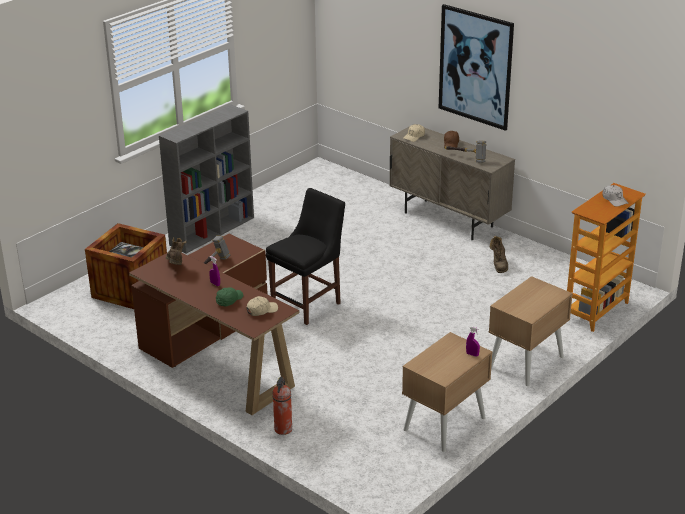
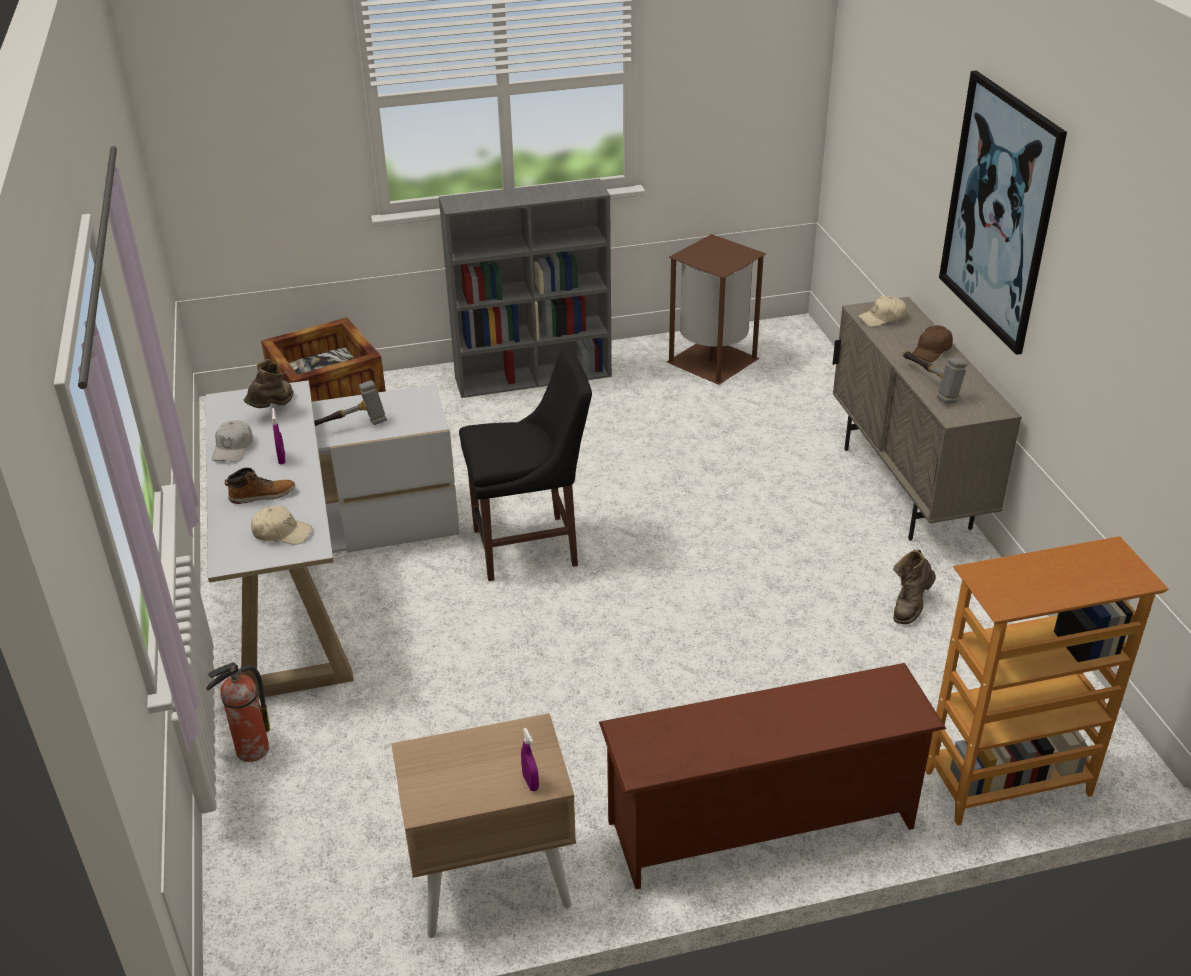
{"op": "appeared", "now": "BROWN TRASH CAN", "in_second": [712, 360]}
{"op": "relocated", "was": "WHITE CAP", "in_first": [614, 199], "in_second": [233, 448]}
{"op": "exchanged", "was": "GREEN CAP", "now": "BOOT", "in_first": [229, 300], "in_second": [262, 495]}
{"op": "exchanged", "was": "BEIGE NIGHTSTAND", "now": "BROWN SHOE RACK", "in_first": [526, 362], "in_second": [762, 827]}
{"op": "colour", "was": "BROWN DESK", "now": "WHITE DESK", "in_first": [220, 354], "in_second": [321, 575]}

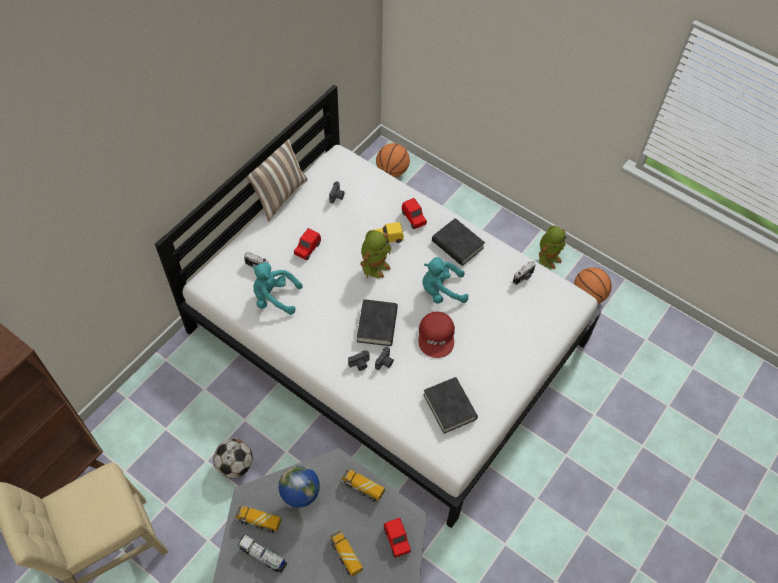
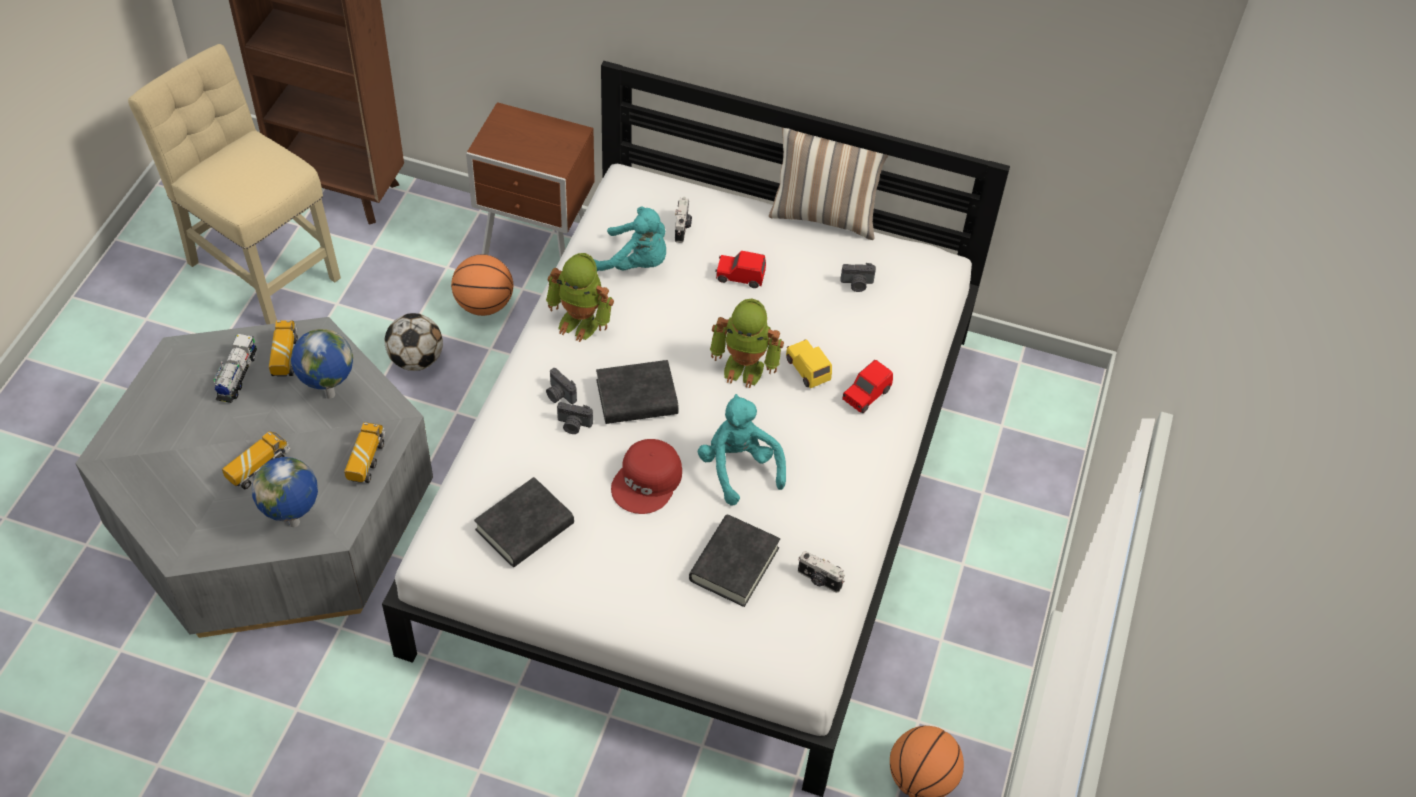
{"op": "appeared", "now": "BROWN NIGHTSTAND", "in_second": [538, 248]}
{"op": "relocated", "was": "BASKETBALL", "in_first": [392, 171], "in_second": [484, 305]}
{"op": "relocated", "was": "BLACK BOOK", "in_first": [457, 245], "in_second": [734, 564]}
{"op": "relocated", "was": "TOY ROBOT", "in_first": [548, 258], "in_second": [581, 321]}
{"op": "exchanged", "was": "RED TOY CAR", "now": "GLOBE", "in_first": [397, 540], "in_second": [295, 523]}
{"op": "spun", "was": "TURQUOISE PLUSH TOY", "in_first": [274, 297], "in_second": [635, 263], "clockwise": 120}
{"op": "spun", "was": "RED CAP", "in_first": [437, 336], "in_second": [648, 481], "clockwise": -45}

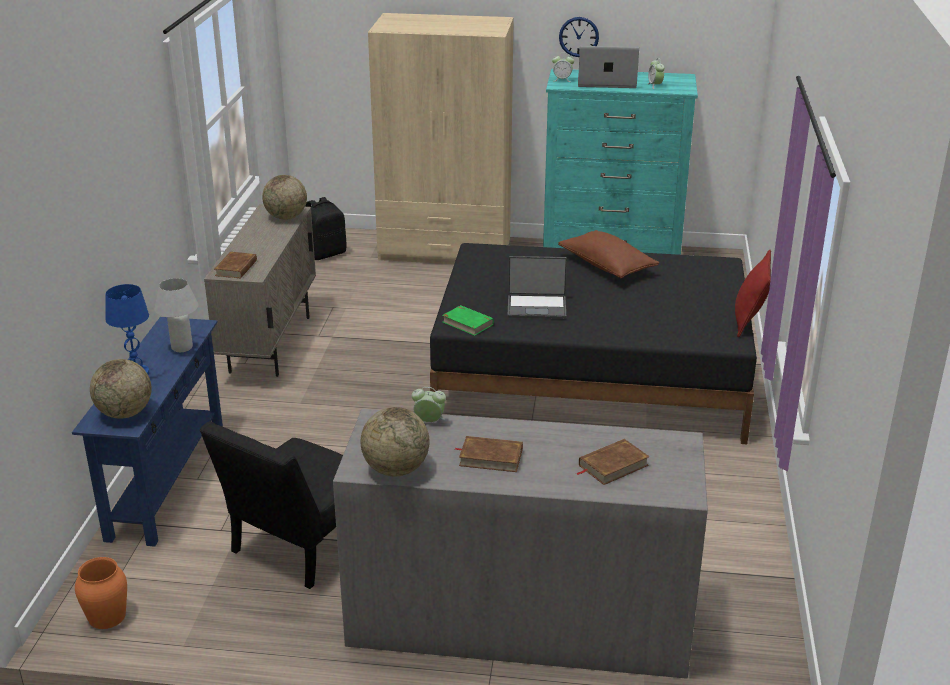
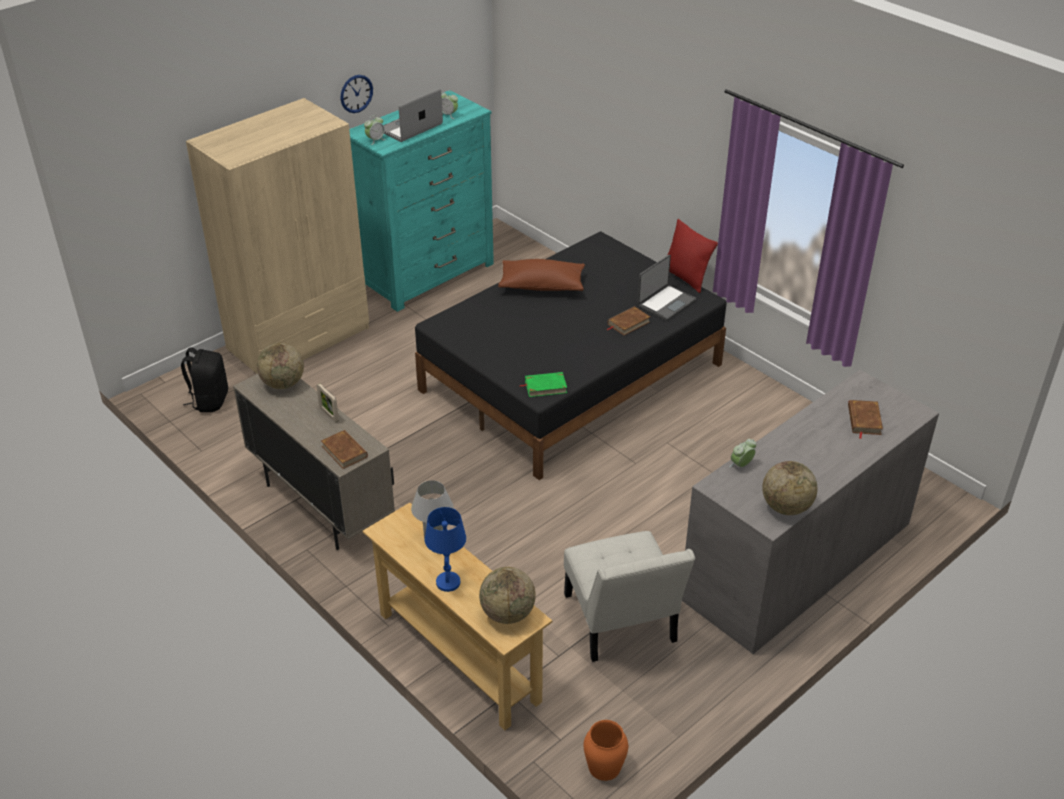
{"op": "appeared", "now": "PICTURE FRAME", "in_second": [329, 415]}
{"op": "relocated", "was": "BROWN BOOK", "in_first": [490, 457], "in_second": [628, 323]}
{"op": "relocated", "was": "LAPTOP", "in_first": [536, 307], "in_second": [665, 303]}
{"op": "colour", "was": "BLUE CONSOLE TABLE", "now": "BEIGE CONSOLE TABLE", "in_first": [166, 480], "in_second": [458, 657]}
{"op": "colour", "was": "BLACK CHAIR", "now": "WHITE CHAIR", "in_first": [298, 546], "in_second": [621, 624]}

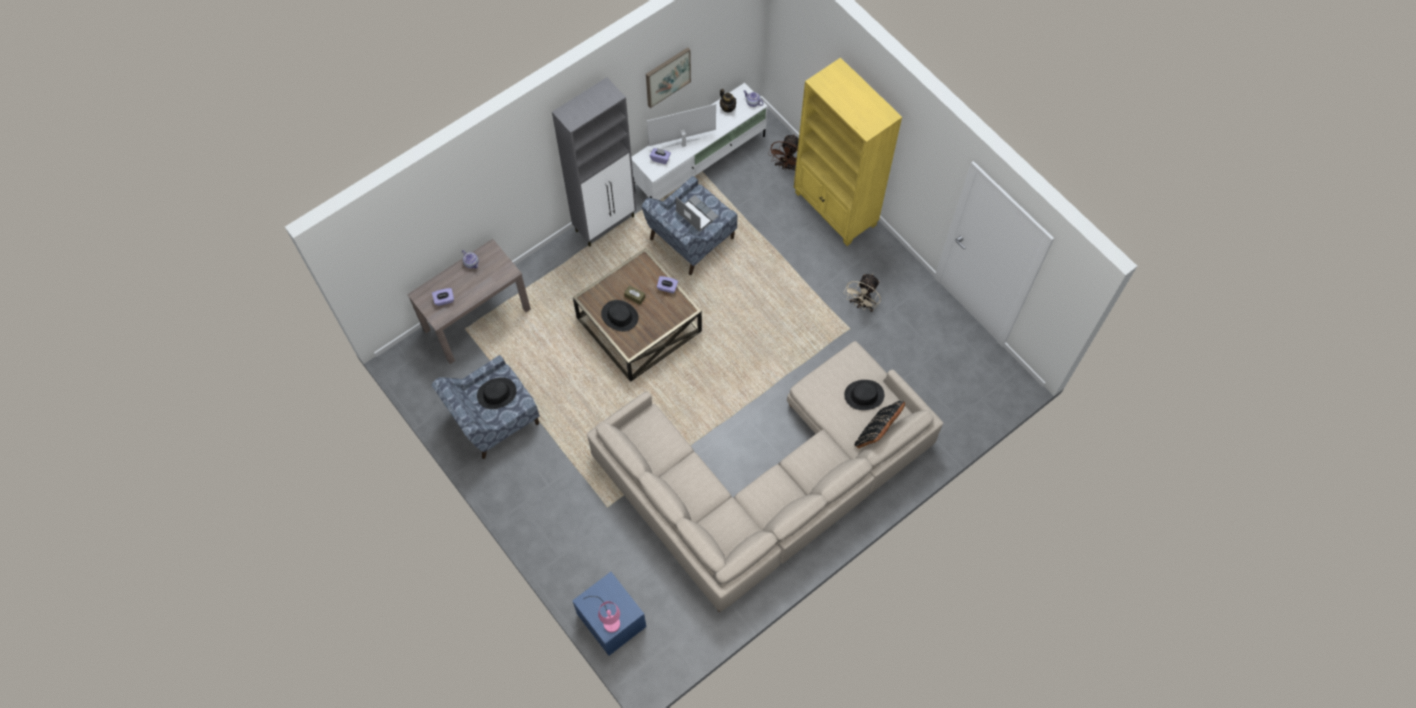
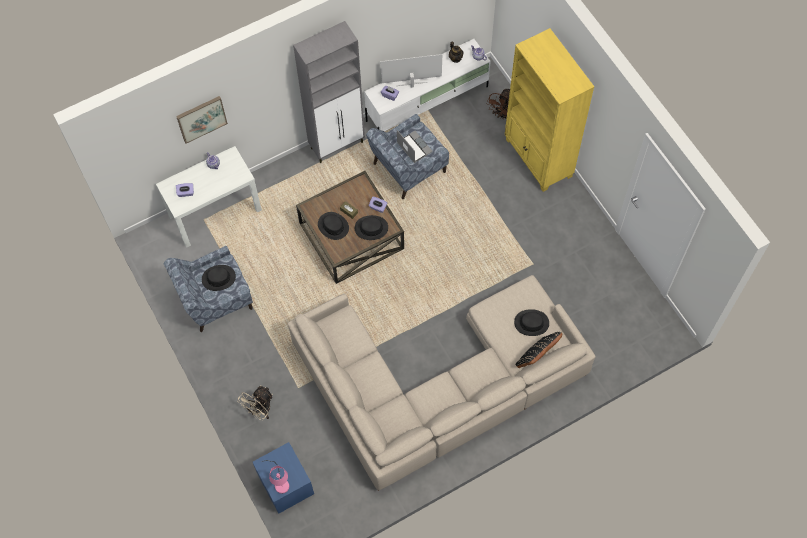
{"op": "appeared", "now": "BLACK HAT", "in_second": [371, 228]}
{"op": "relocated", "was": "PICTURE", "in_first": [667, 76], "in_second": [201, 118]}
{"op": "relocated", "was": "BEIGE FAN", "in_first": [861, 304], "in_second": [260, 410]}
{"op": "colour", "was": "BROWN CONSOLE TABLE", "now": "WHITE CONSOLE TABLE", "in_first": [477, 319], "in_second": [215, 212]}

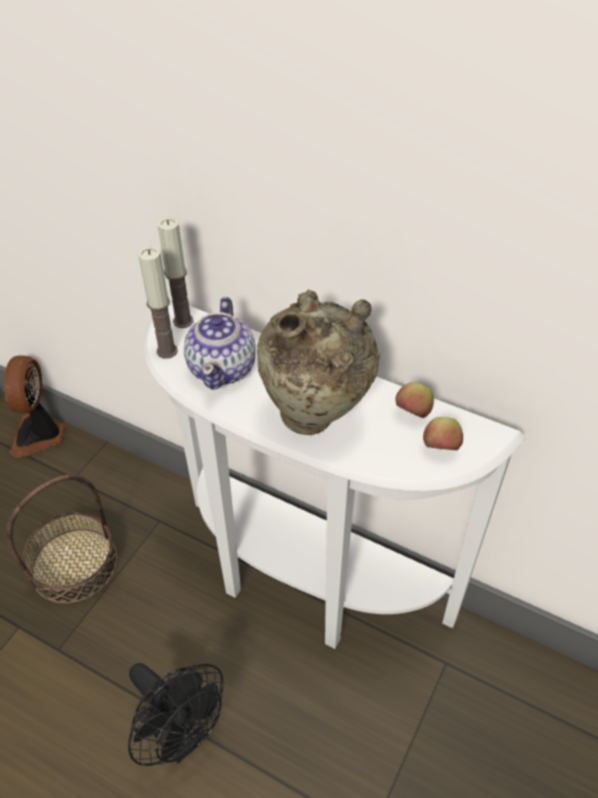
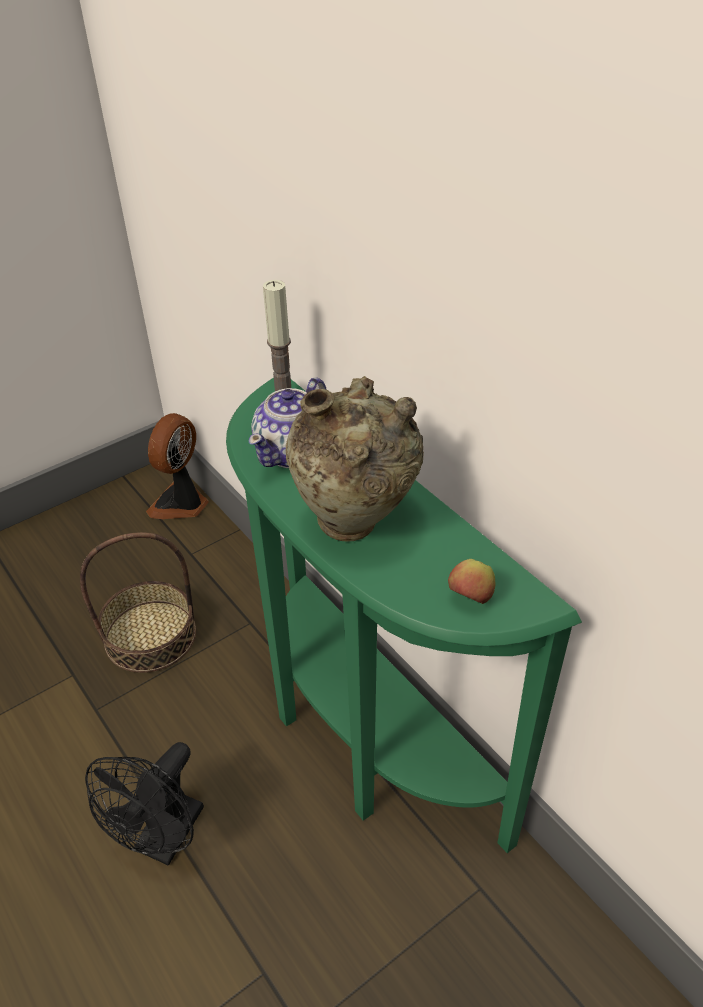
{"op": "missing", "was": "CANDLE", "in_first": [167, 351]}
{"op": "missing", "was": "APPLE", "in_first": [413, 413]}
{"op": "colour", "was": "WHITE CONSOLE TABLE", "now": "GREEN CONSOLE TABLE", "in_first": [303, 585], "in_second": [362, 741]}
{"op": "spun", "was": "BLACK FAN", "in_first": [180, 735], "in_second": [164, 840], "clockwise": 45}

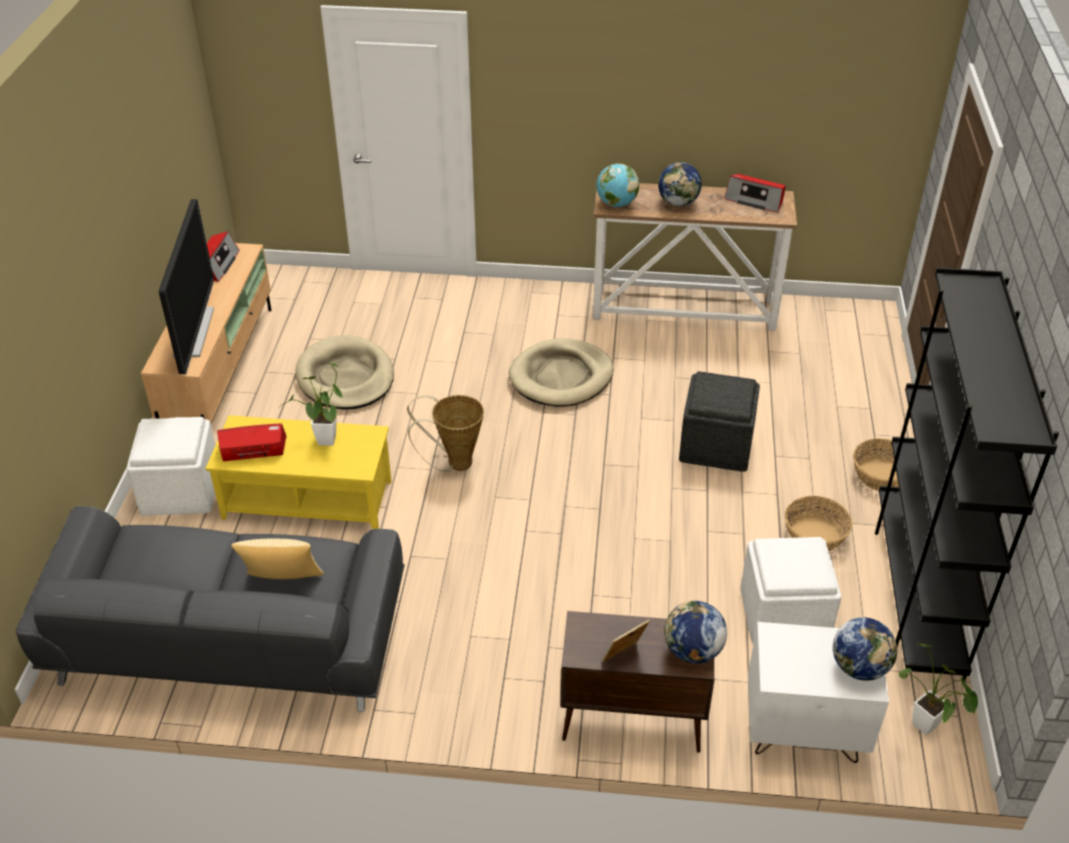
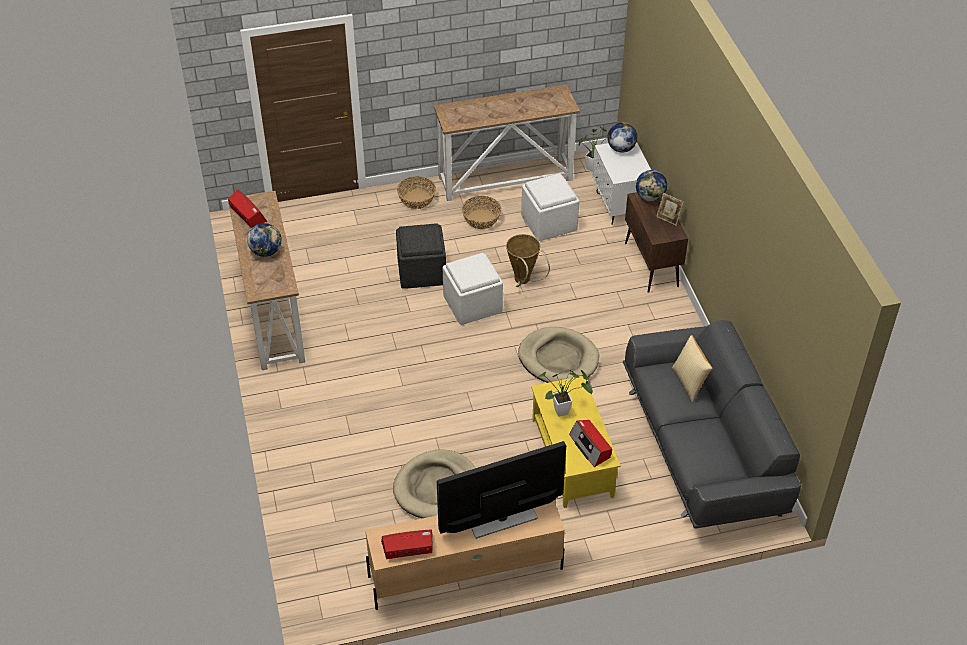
{"op": "missing", "was": "GLOBE", "in_first": [616, 204]}
{"op": "relocated", "was": "WHITE OTTOMAN", "in_first": [180, 491], "in_second": [473, 304]}
{"op": "relocated", "was": "BASKET", "in_first": [454, 463], "in_second": [523, 282]}
{"op": "relocated", "was": "BEIGE DOG BED", "in_first": [561, 377], "in_second": [558, 359]}
{"op": "exchanged", "was": "BLACK BOOKCASE", "now": "CONSOLE TABLE", "in_first": [916, 593], "in_second": [506, 178]}
{"op": "spun", "was": "RADIO", "in_first": [755, 200], "in_second": [248, 214], "clockwise": -45}

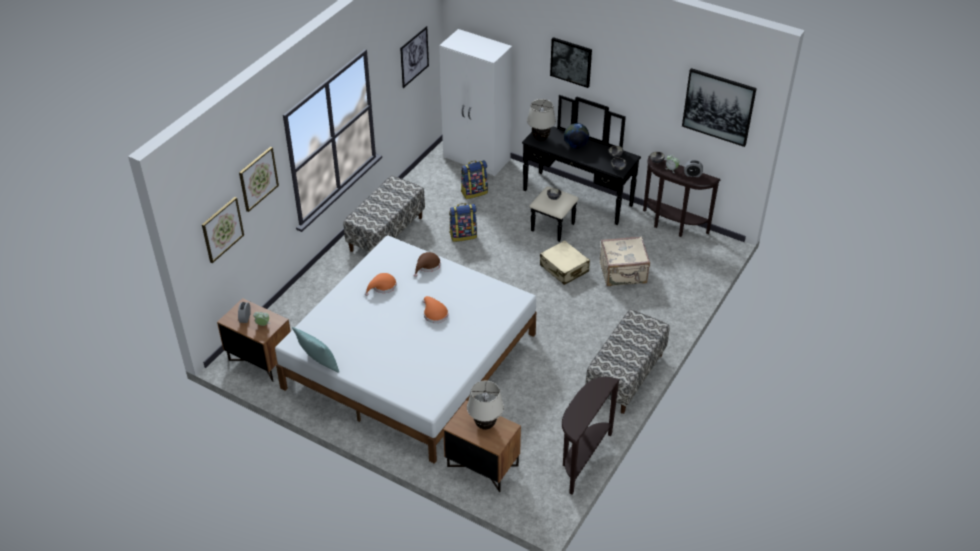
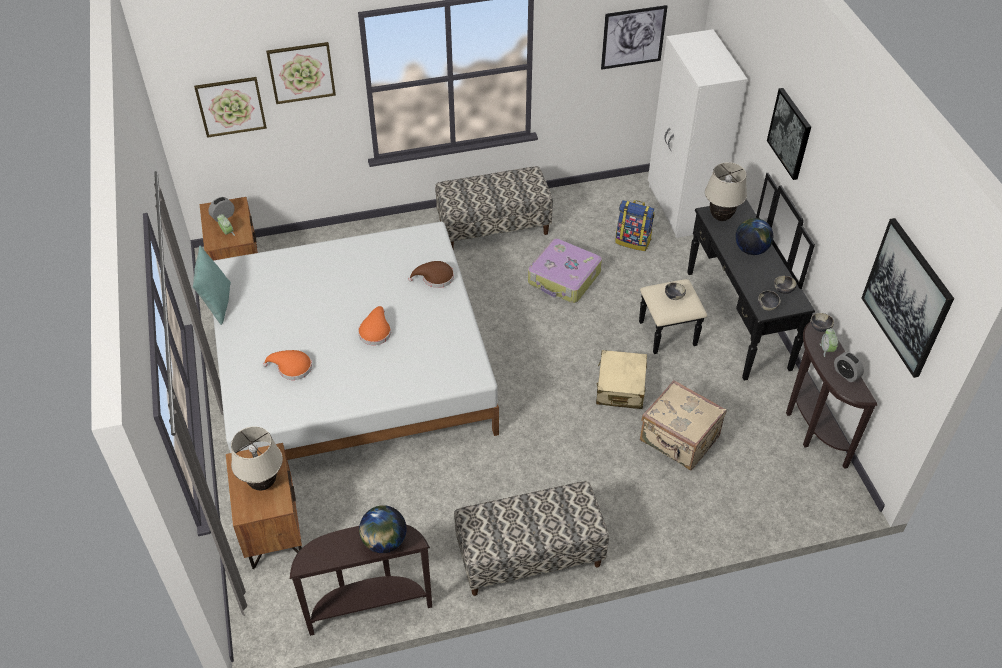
{"op": "appeared", "now": "GLOBE", "in_second": [384, 541]}
{"op": "relocated", "was": "ORANGE HAT", "in_first": [382, 286], "in_second": [292, 368]}
{"op": "exchanged", "was": "BACKPACK", "now": "SUITCASE", "in_first": [463, 235], "in_second": [564, 278]}

